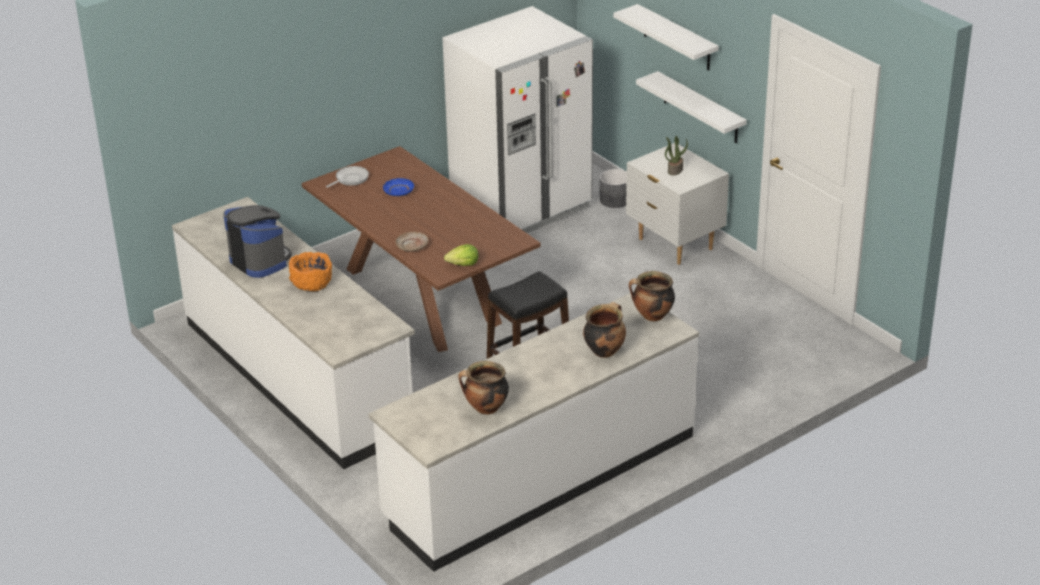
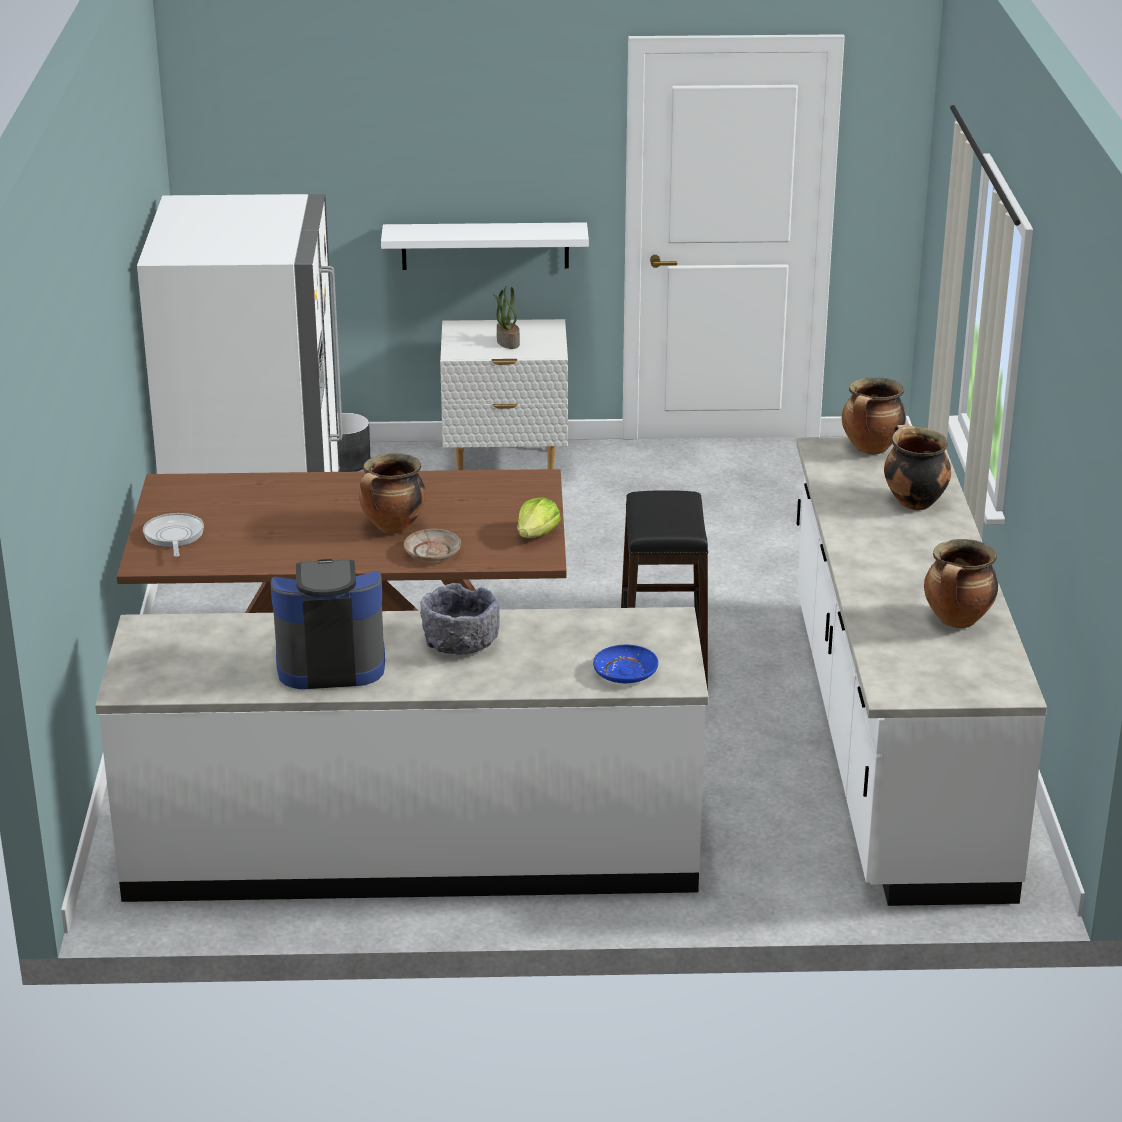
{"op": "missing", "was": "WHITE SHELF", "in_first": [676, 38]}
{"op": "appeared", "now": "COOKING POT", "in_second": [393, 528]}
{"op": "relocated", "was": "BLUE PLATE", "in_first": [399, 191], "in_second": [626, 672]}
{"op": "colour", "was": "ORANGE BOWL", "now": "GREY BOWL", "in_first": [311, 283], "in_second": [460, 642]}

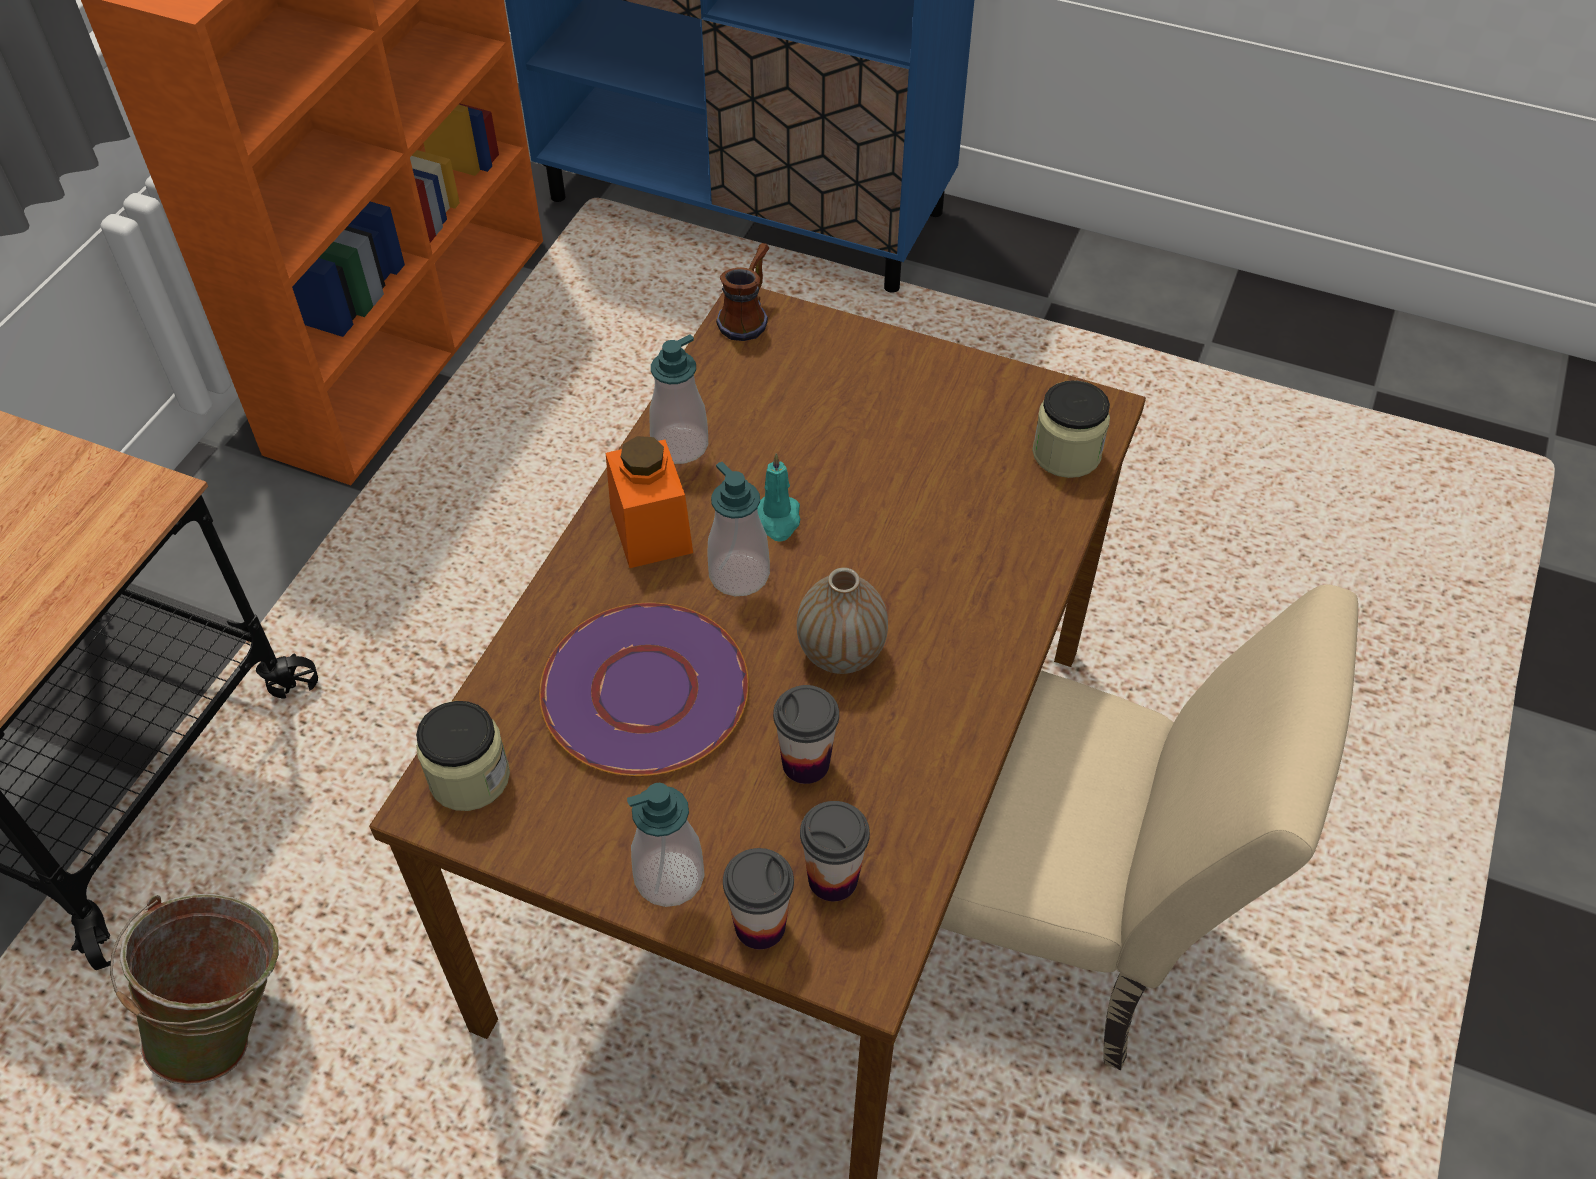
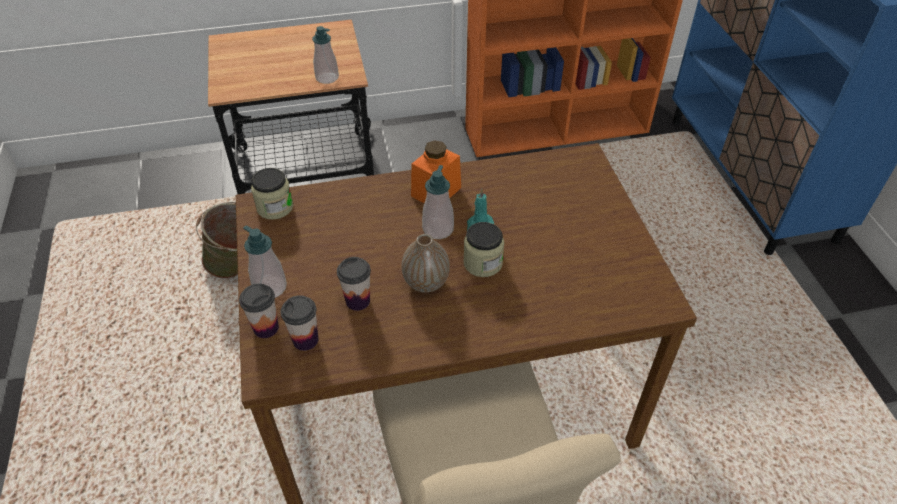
{"op": "missing", "was": "PURPLE PLATE", "in_first": [645, 690]}
{"op": "missing", "was": "MUG", "in_first": [748, 316]}
{"op": "relocated", "was": "SOAP DISPENSER", "in_first": [680, 445], "in_second": [327, 78]}
{"op": "relocated", "was": "JAR", "in_first": [1066, 453], "in_second": [483, 263]}

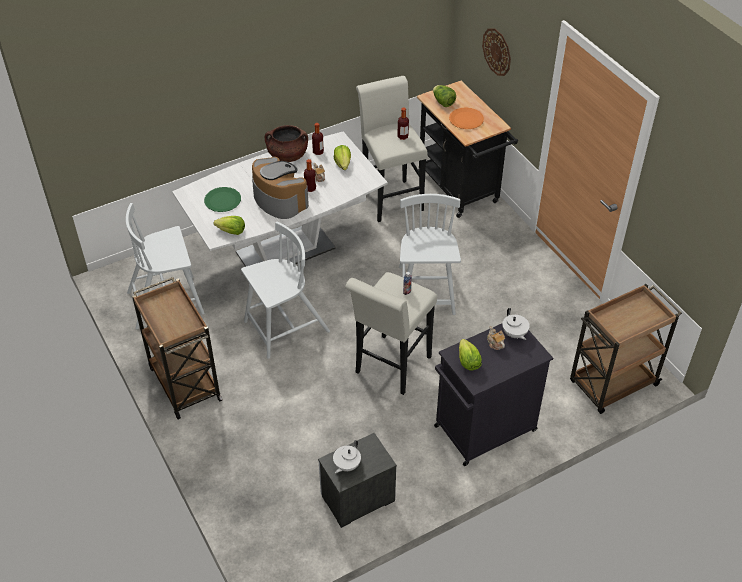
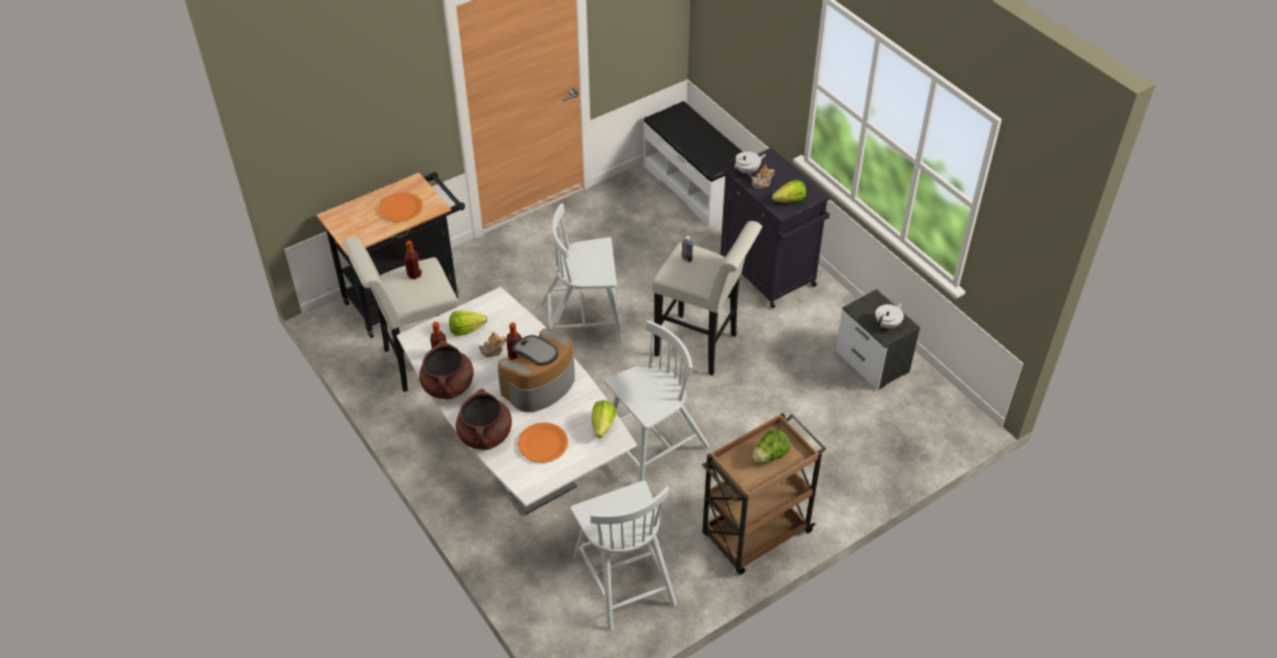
{"op": "missing", "was": "WALL CLOCK", "in_first": [497, 51]}
{"op": "appeared", "now": "BROWN COOKING POT", "in_second": [485, 435]}
{"op": "relocated", "was": "LETTUCE", "in_first": [443, 102], "in_second": [770, 456]}
{"op": "exchanged", "was": "BROWN CART", "now": "WHITE BENCH", "in_first": [612, 384], "in_second": [696, 186]}
{"op": "colour", "was": "GREEN PLATE", "now": "ORANGE PLATE", "in_first": [222, 200], "in_second": [542, 443]}
{"op": "spun", "was": "WHITE CHAIR", "in_first": [285, 327], "in_second": [654, 446], "clockwise": 90}
{"op": "spun", "was": "WHITE TEAPOT", "in_first": [346, 465], "in_second": [888, 324], "clockwise": -75}

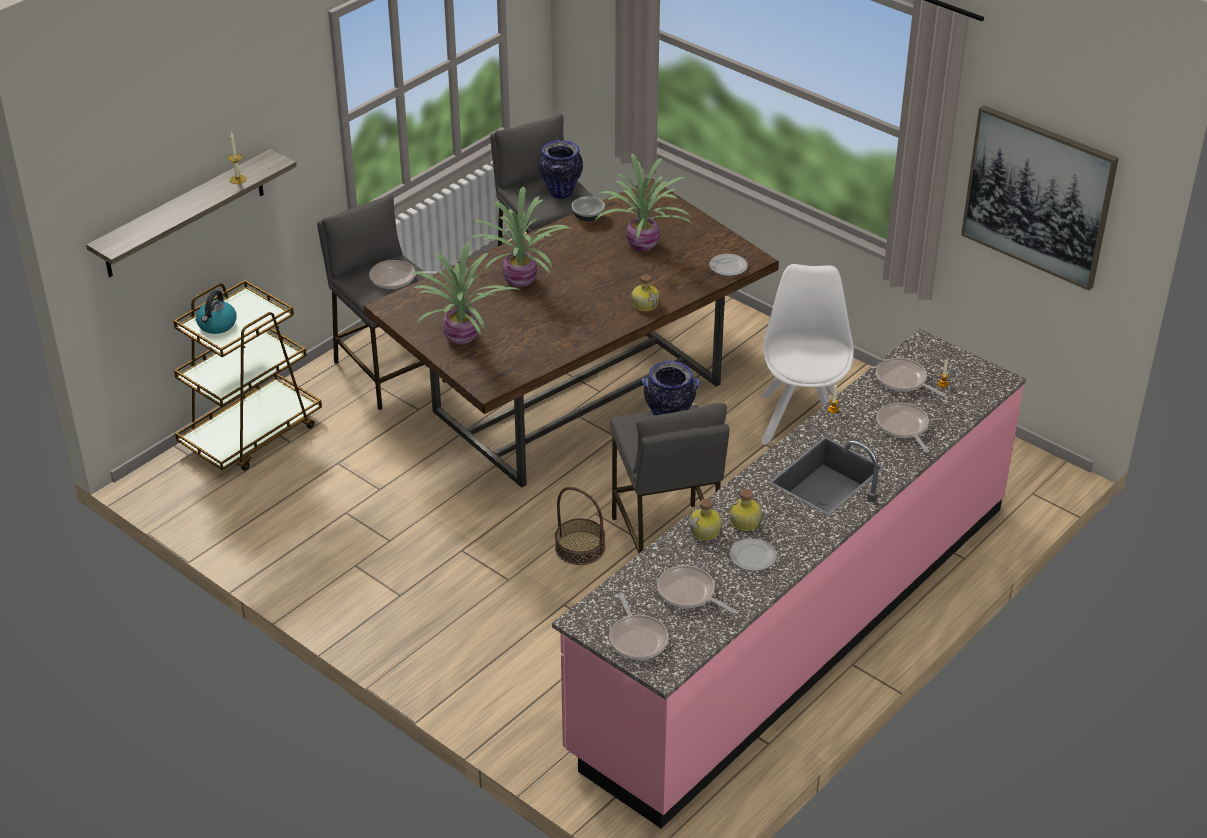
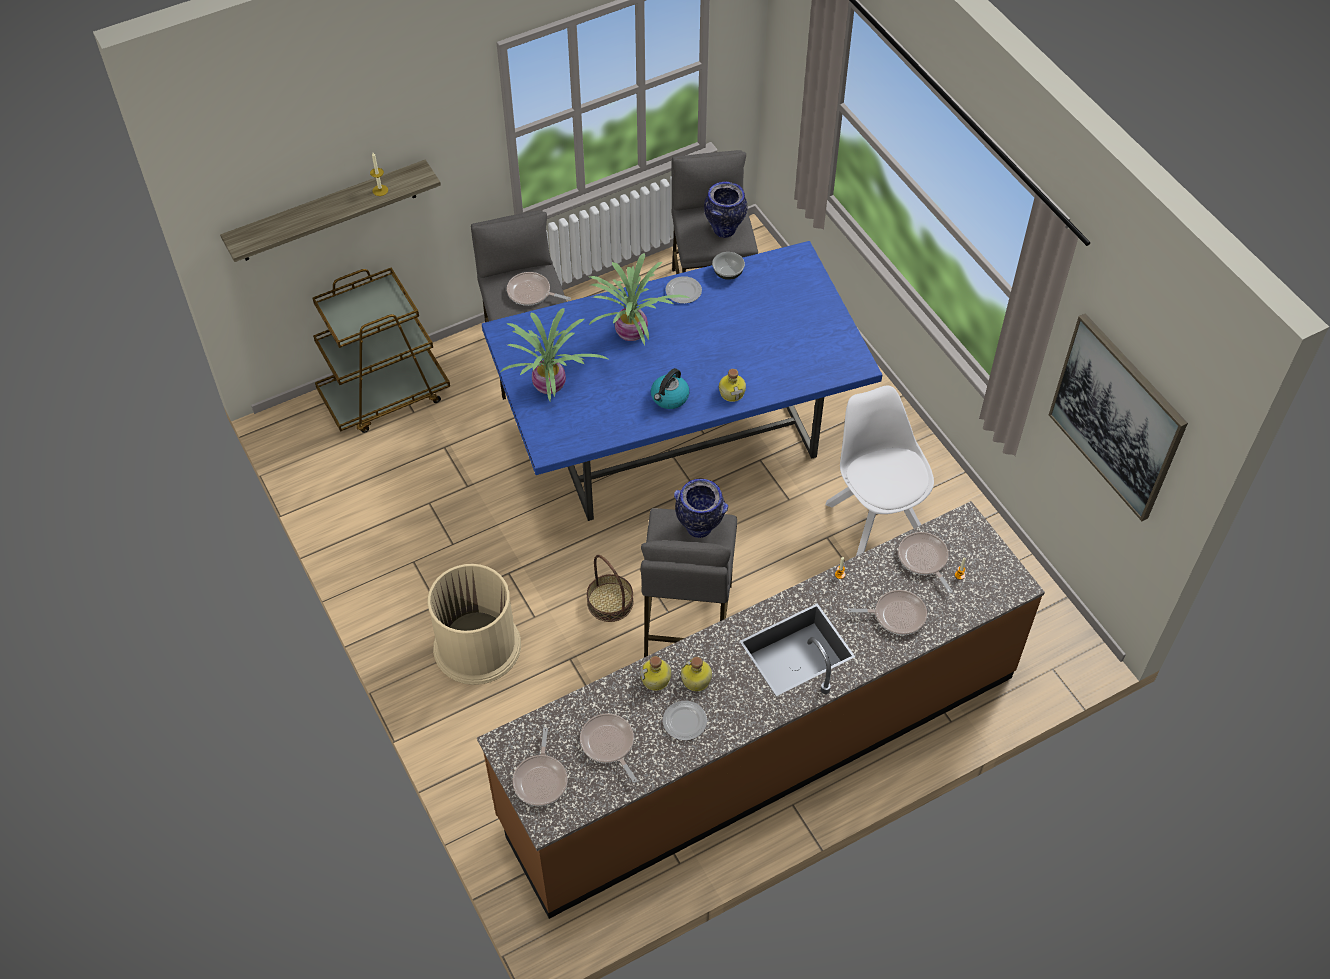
{"op": "missing", "was": "POTTED PLANT", "in_first": [644, 244]}
{"op": "appeared", "now": "BEIGE TRASH CAN", "in_second": [477, 646]}
{"op": "relocated", "was": "KETTLE", "in_first": [217, 325], "in_second": [669, 398]}
{"op": "relocated", "was": "PLATE", "in_first": [728, 267], "in_second": [683, 292]}
{"op": "colour", "was": "BROWN DINING TABLE", "now": "BLUE DINING TABLE", "in_first": [575, 399], "in_second": [677, 436]}
{"op": "colour", "was": "PINK COUNTER", "now": "BROWN COUNTER", "in_first": [794, 625], "in_second": [760, 746]}
{"op": "spun", "was": "WHITE CHAIR", "in_first": [802, 418], "in_second": [874, 518], "clockwise": -45}
{"op": "spun", "was": "FRYING PAN", "in_first": [903, 427], "in_second": [896, 615], "clockwise": 90}

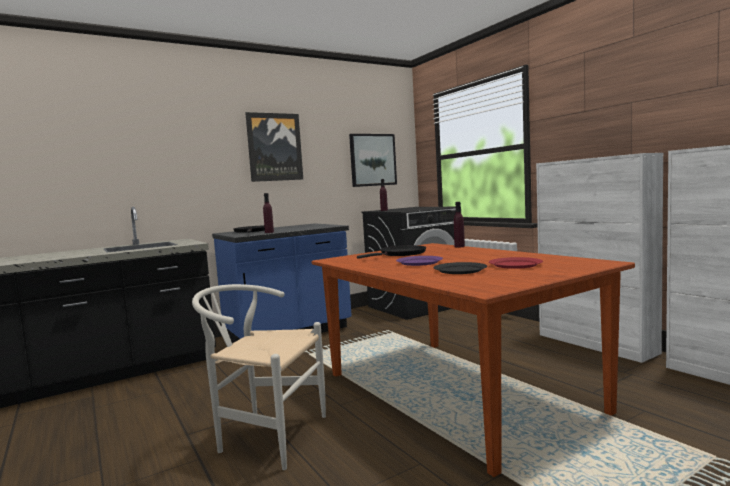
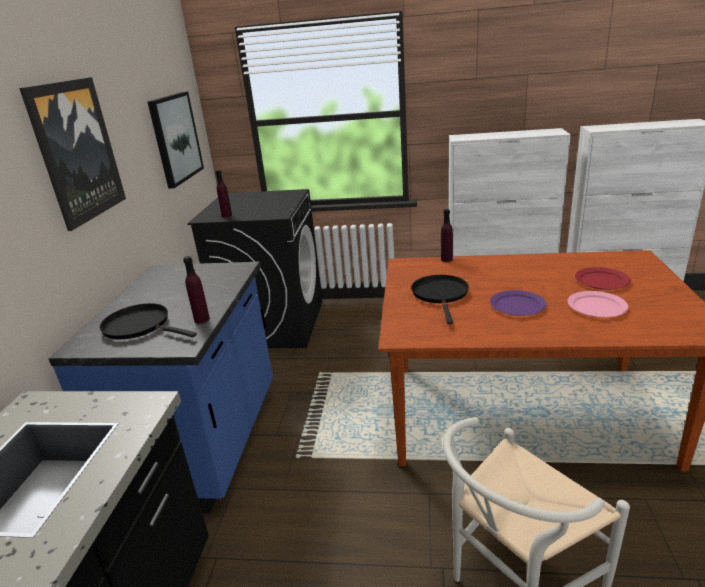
{"op": "colour", "was": "BLACK PLATE", "now": "PINK PLATE", "in_first": [460, 270], "in_second": [597, 307]}

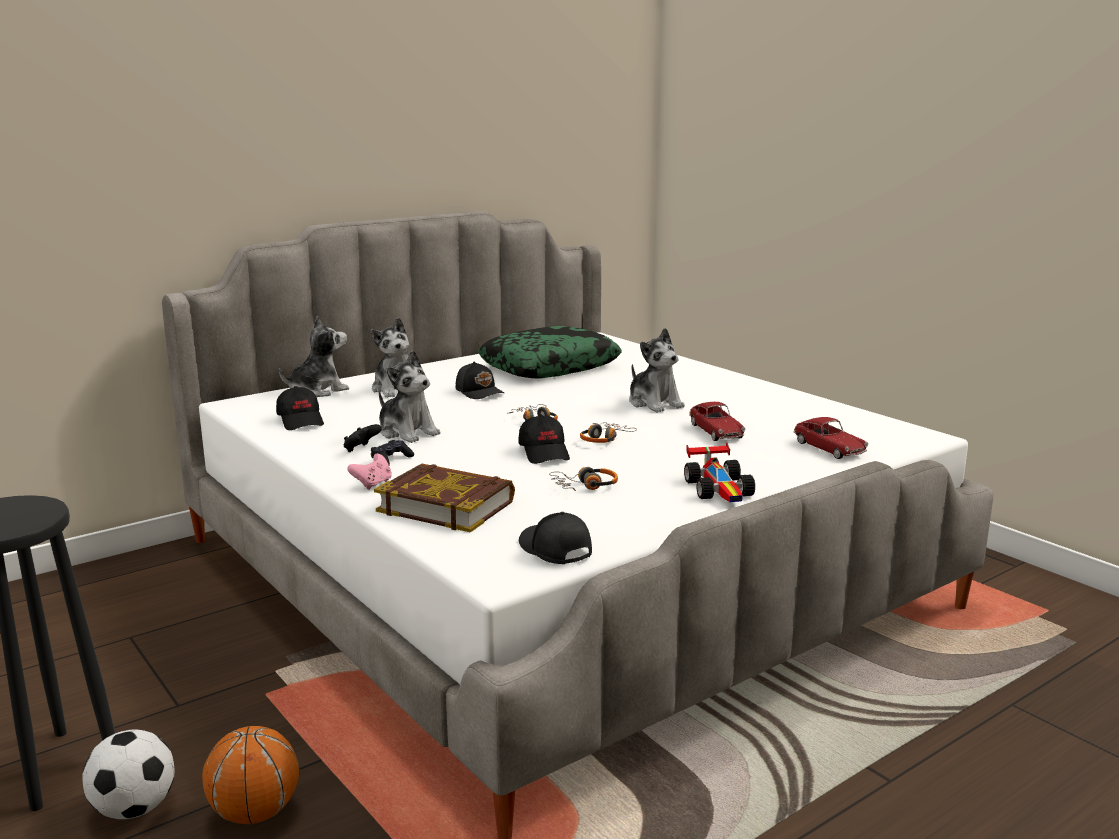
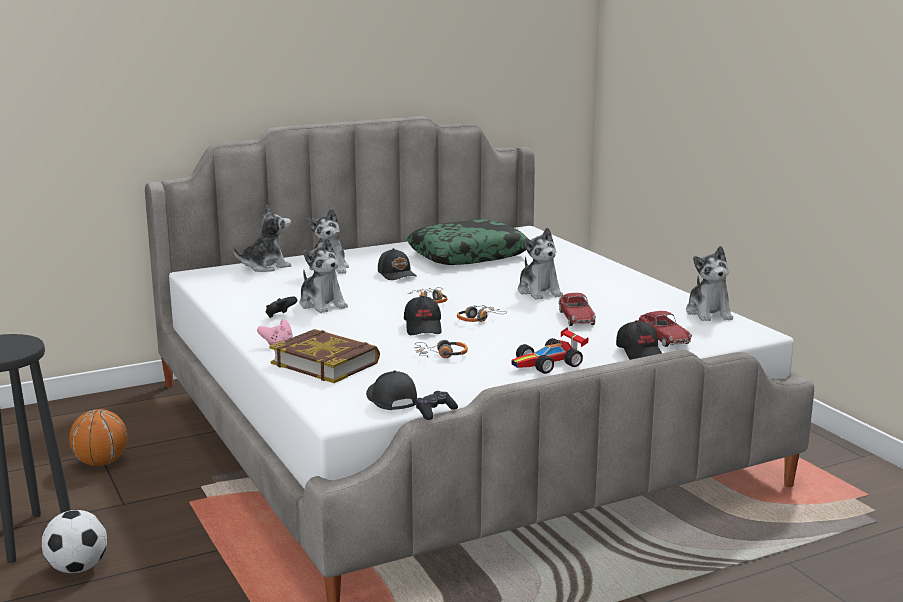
{"op": "appeared", "now": "PLUSH TOY", "in_second": [709, 313]}
{"op": "relocated", "was": "BASKETBALL", "in_first": [255, 813], "in_second": [101, 463]}
{"op": "relocated", "was": "BLACK CAP", "in_first": [301, 421], "in_second": [640, 354]}
{"op": "relocated", "was": "BLACK GAME CONTROLLER", "in_first": [391, 460], "in_second": [435, 411]}
{"op": "spun", "was": "TOY CAR", "in_first": [720, 488], "in_second": [549, 364], "clockwise": 60}

